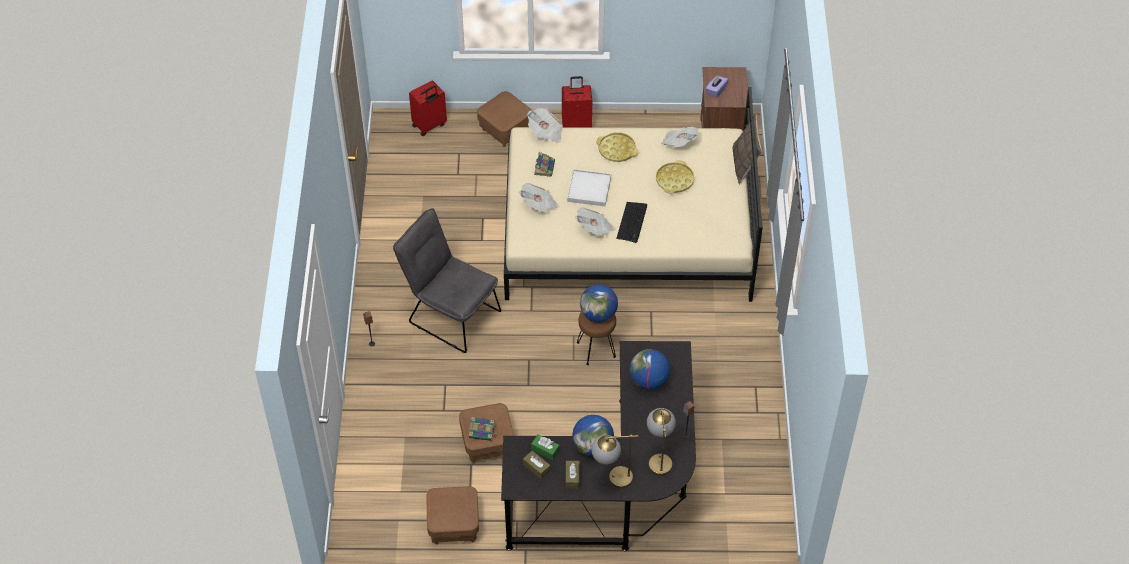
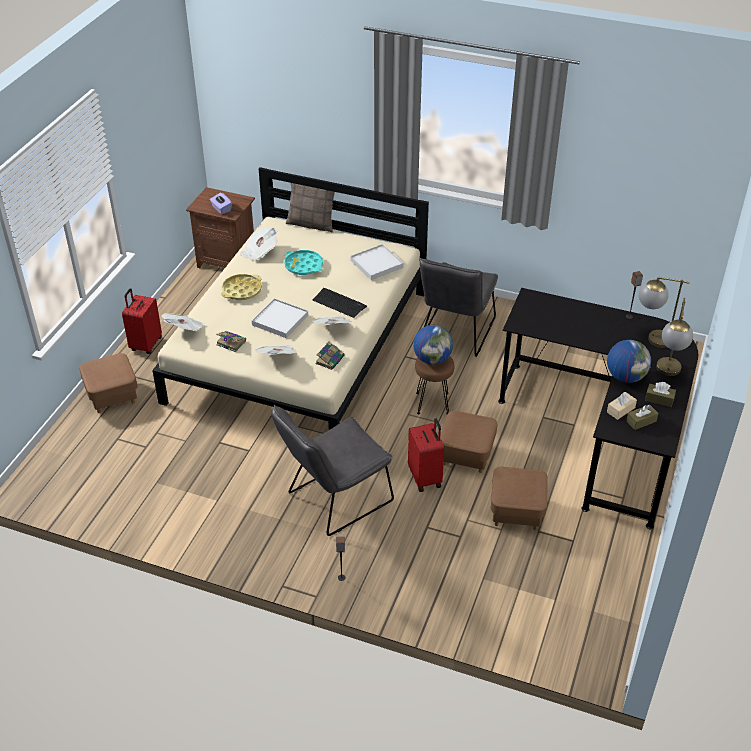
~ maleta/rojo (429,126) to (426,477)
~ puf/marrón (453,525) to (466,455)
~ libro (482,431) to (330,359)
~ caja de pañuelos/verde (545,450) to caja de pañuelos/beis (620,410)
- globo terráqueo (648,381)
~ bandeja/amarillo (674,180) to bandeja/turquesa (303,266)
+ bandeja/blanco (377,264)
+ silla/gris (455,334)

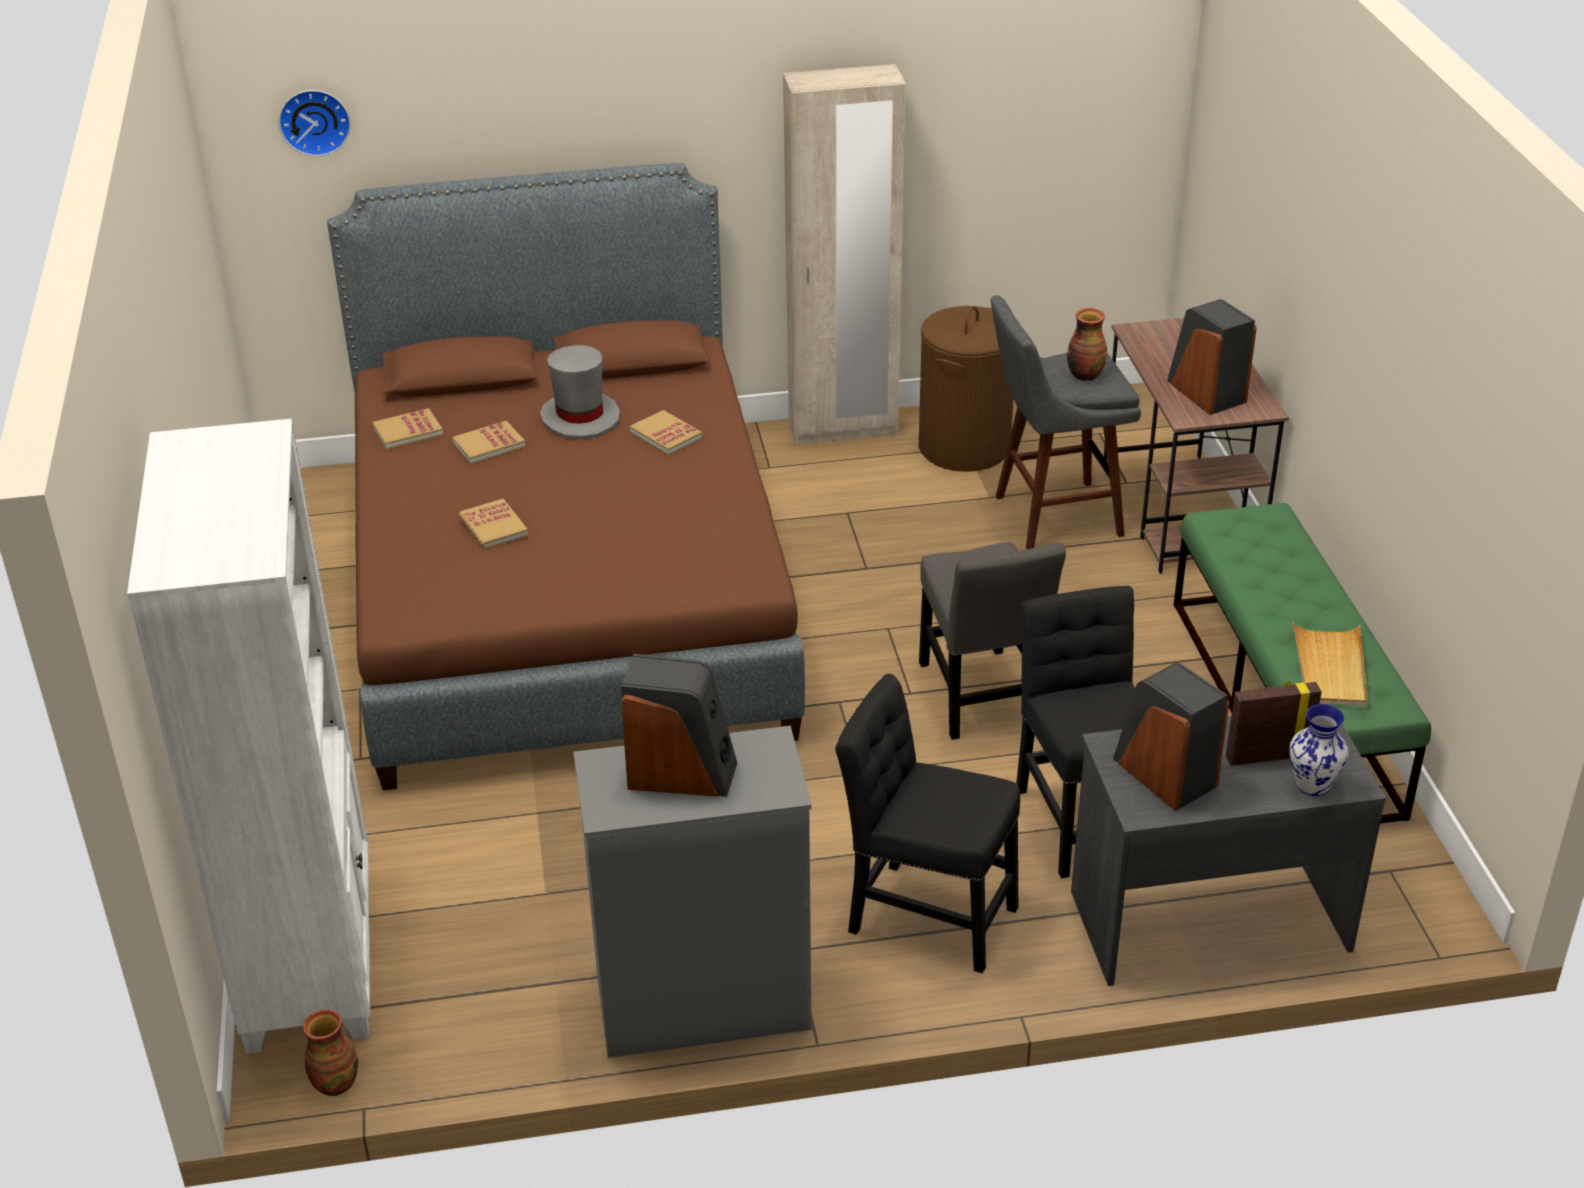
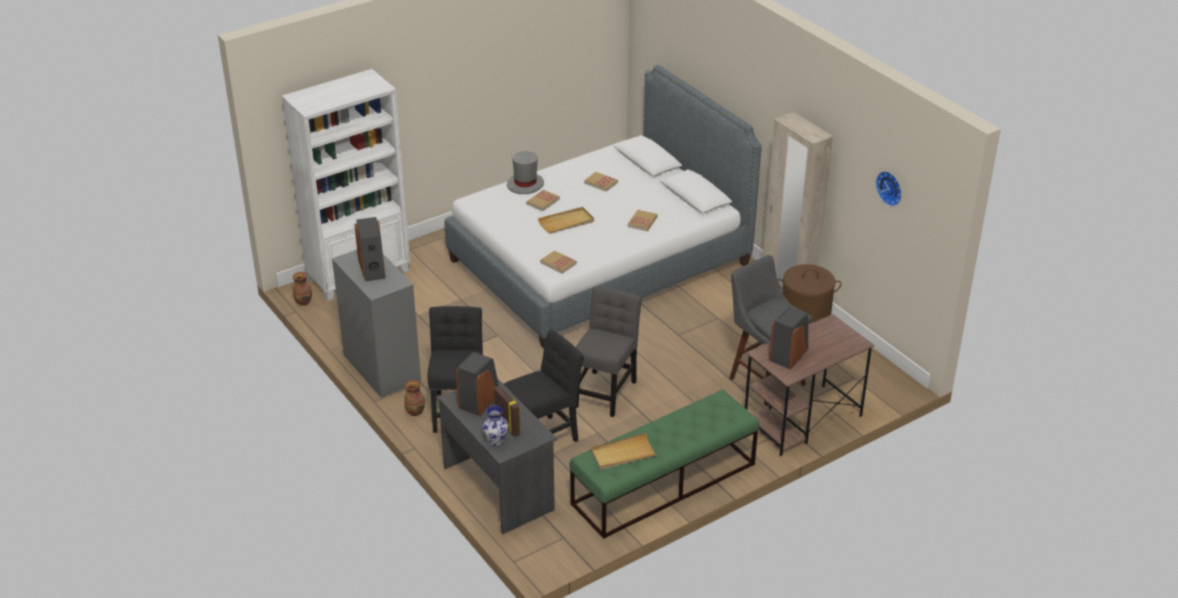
~ reloj de pared (314,120) to (891,187)
~ cama/marrón (567,593) to cama/blanco (600,261)
~ libro (408,431) to (558,263)
~ sombrero/gris (580,417) to (525,184)
~ silla/gris (981,698) = (606,391) 150 degrees clockwise
~ florero (1084,375) to (415,411)
+ bandeja/beis (566,222)

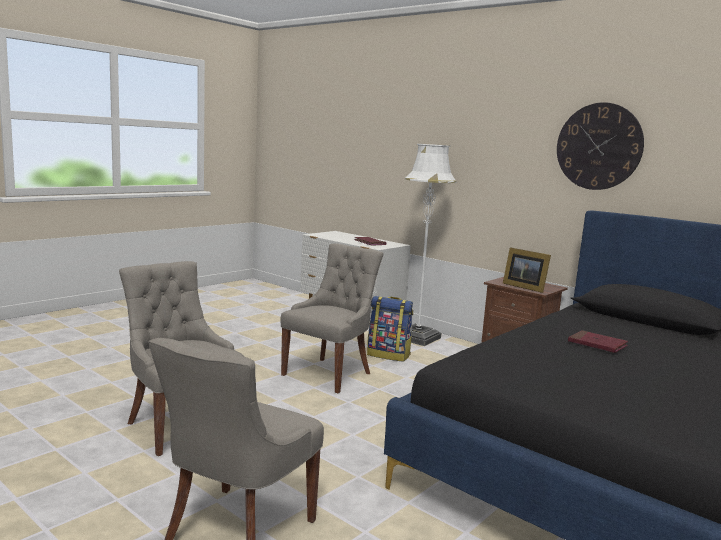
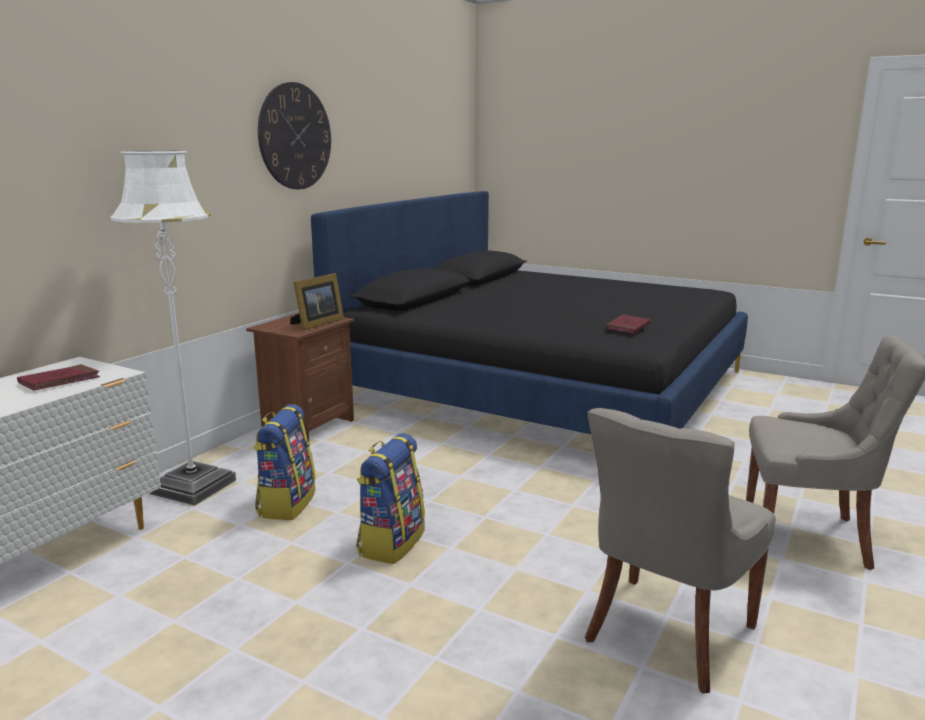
~ silla/gris (329,374) to mochila (391,542)
~ libro/rojo (597,344) to (628,327)

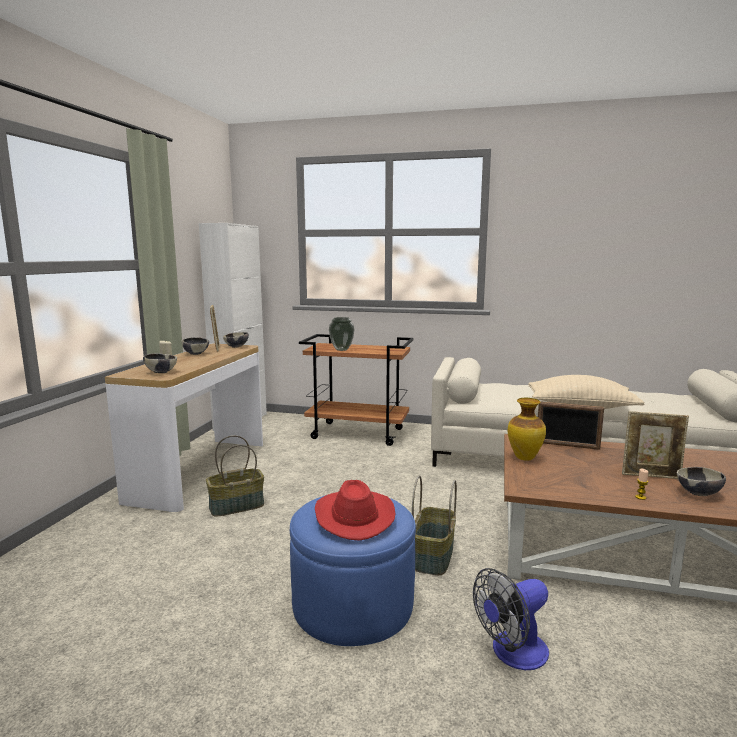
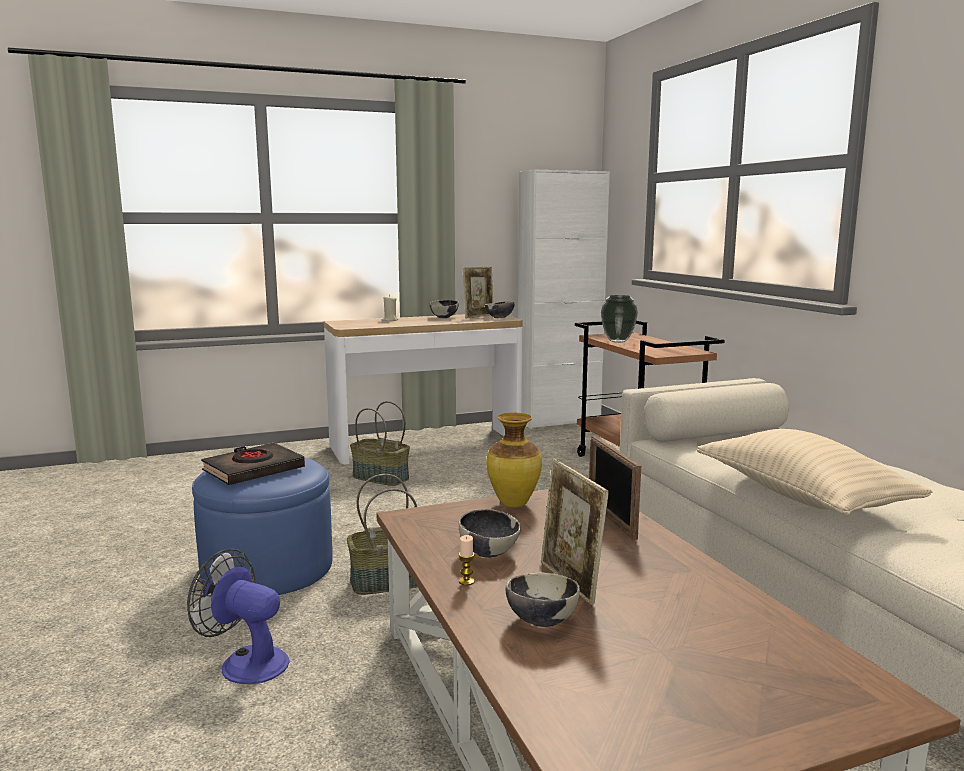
~ cuenco (161,372) to (489,552)
~ sombrero/rojo (353,516) to libro/negro (253,470)

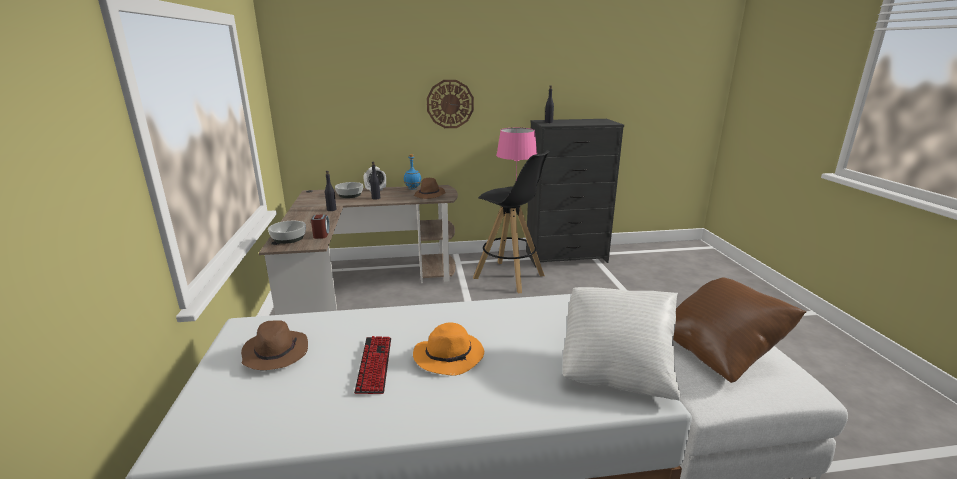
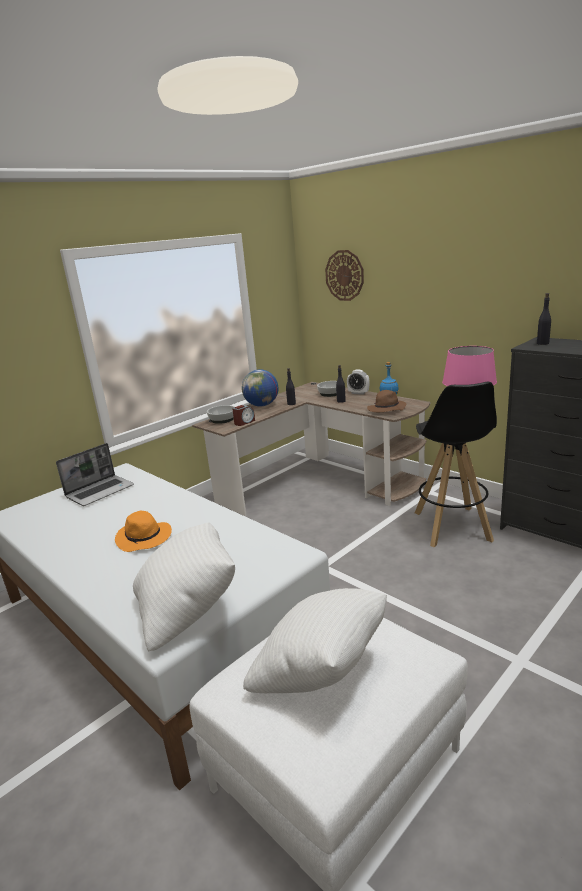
~ sombrero/marrón (275,353) to portátil (100,491)
- teclado (374,365)
~ reloj de pared (450,104) to (344,275)
~ cojín/marrón (720,353) to cojín/blanco (321,674)
+ globo terráqueo (262,405)

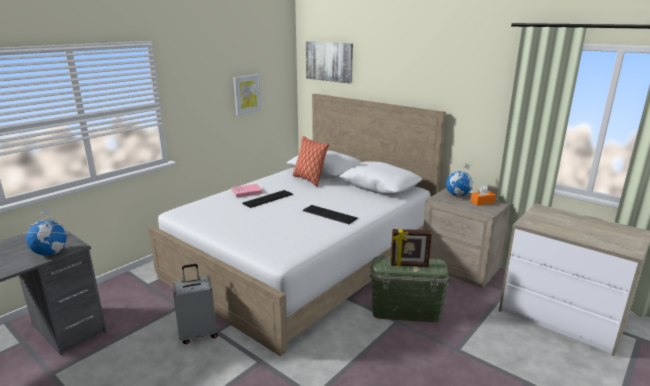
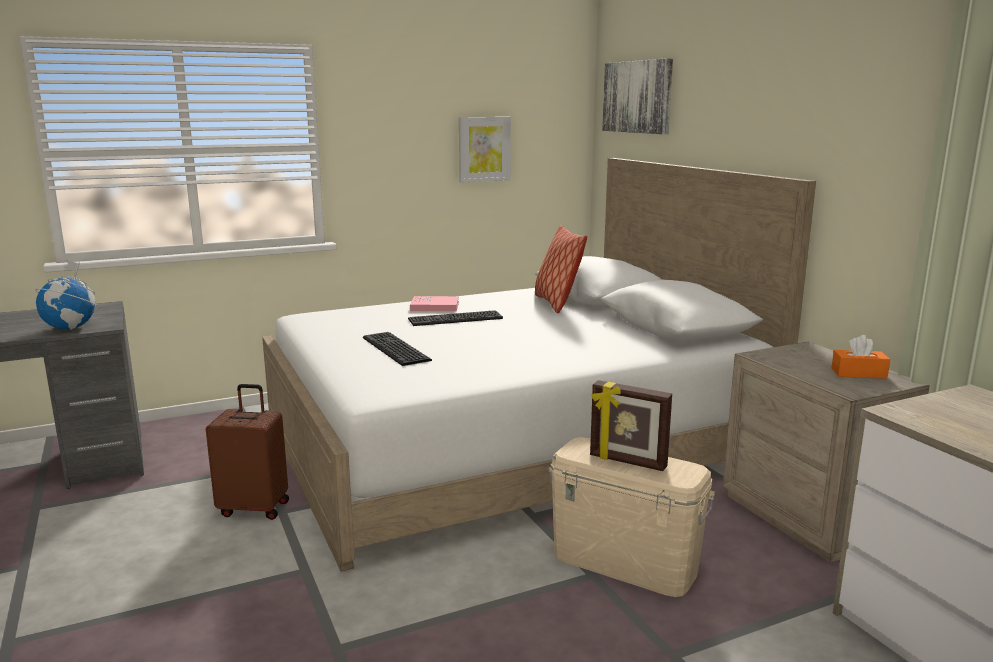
~ maleta/gris (198,334) to maleta/marrón (255,508)
~ teclado (329,215) to (394,349)
~ caja de almacenaje/verde (406,311) to caja de almacenaje/beis (625,562)
- globo terráqueo (458,195)

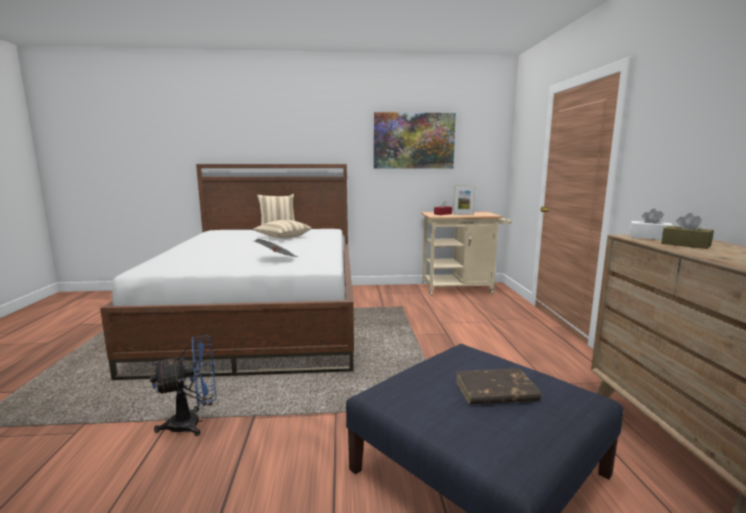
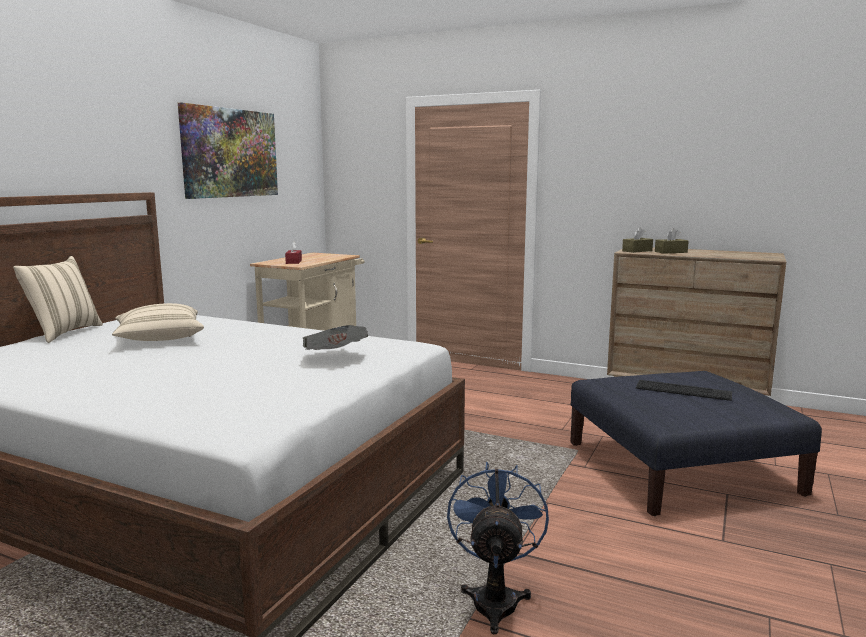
- portarretratos (463,214)
~ libro/marrón (495,391) to teclado (683,390)
~ caja de pañuelos/blanco (649,237) to caja de pañuelos/marrón (637,251)

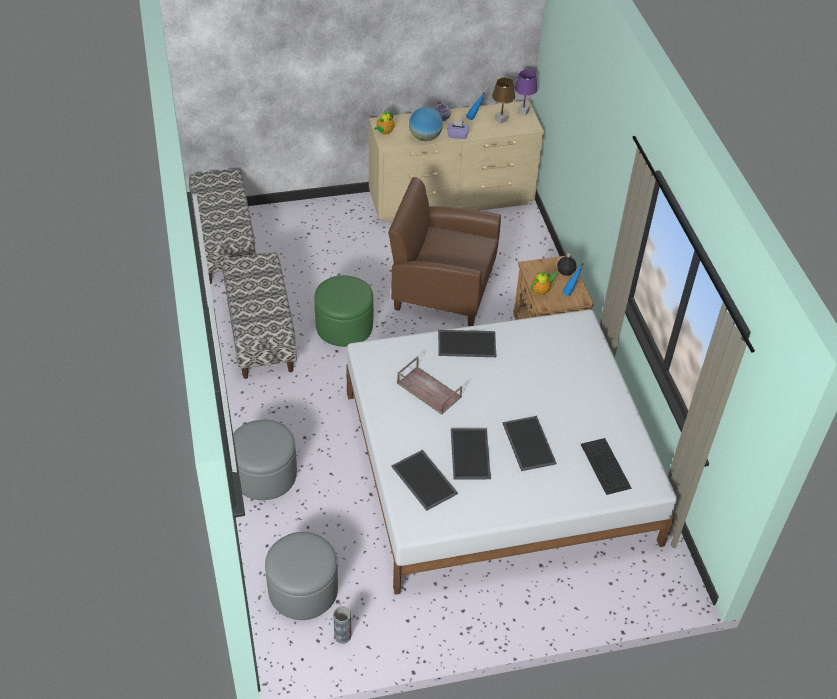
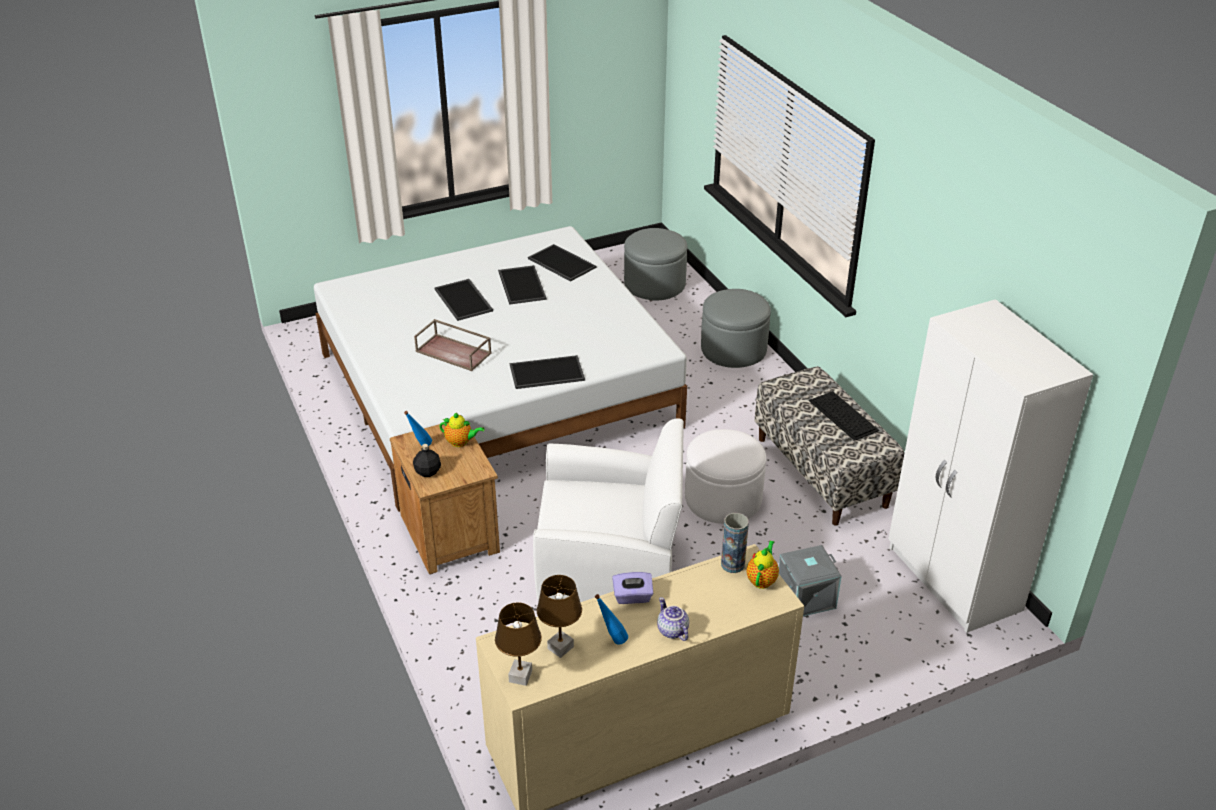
~ banco (224,245) to armario ropero/blanco (953,580)
~ puf/verde (344,326) to puf/blanco (723,498)
~ florero (342,635) to (732,564)
~ sillón/marrón (442,288) to sillón/blanco (609,571)
~ bandeja/marrón (428,390) to (454,352)
- globo terráqueo (425,137)
~ lámpara de mesa/morado (523,112) to lámpara de mesa/marrón (520,676)
~ tetera (541,290) = (460,442) 120 degrees counterclockwise
~ teclado (606,466) to (842,415)
+ caja de almacenaje/gris (806,598)

